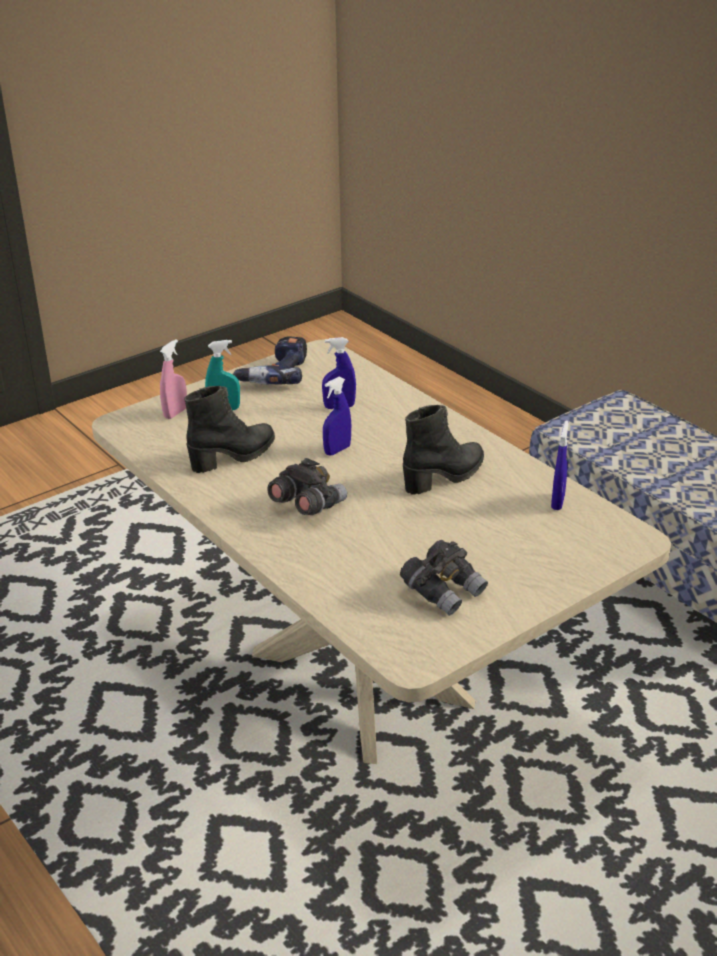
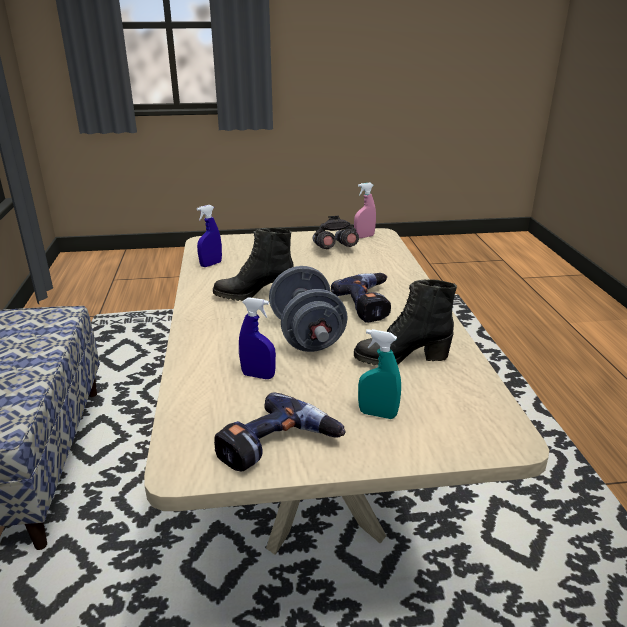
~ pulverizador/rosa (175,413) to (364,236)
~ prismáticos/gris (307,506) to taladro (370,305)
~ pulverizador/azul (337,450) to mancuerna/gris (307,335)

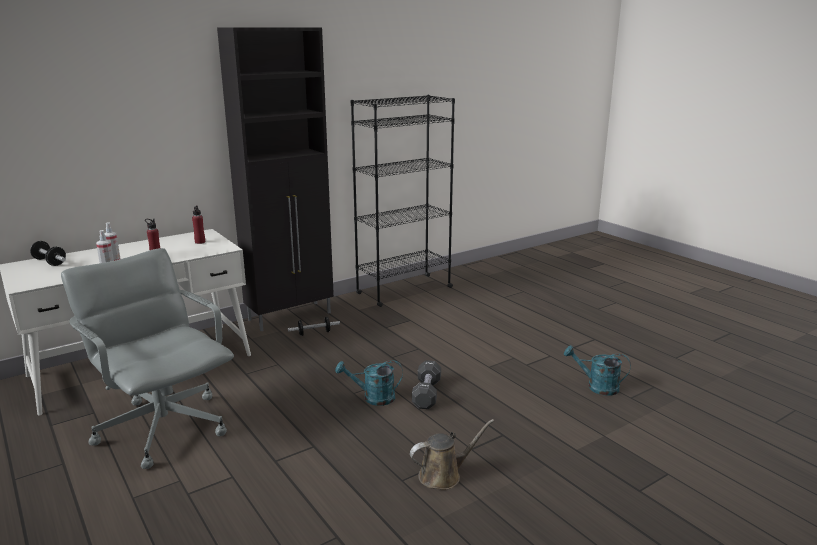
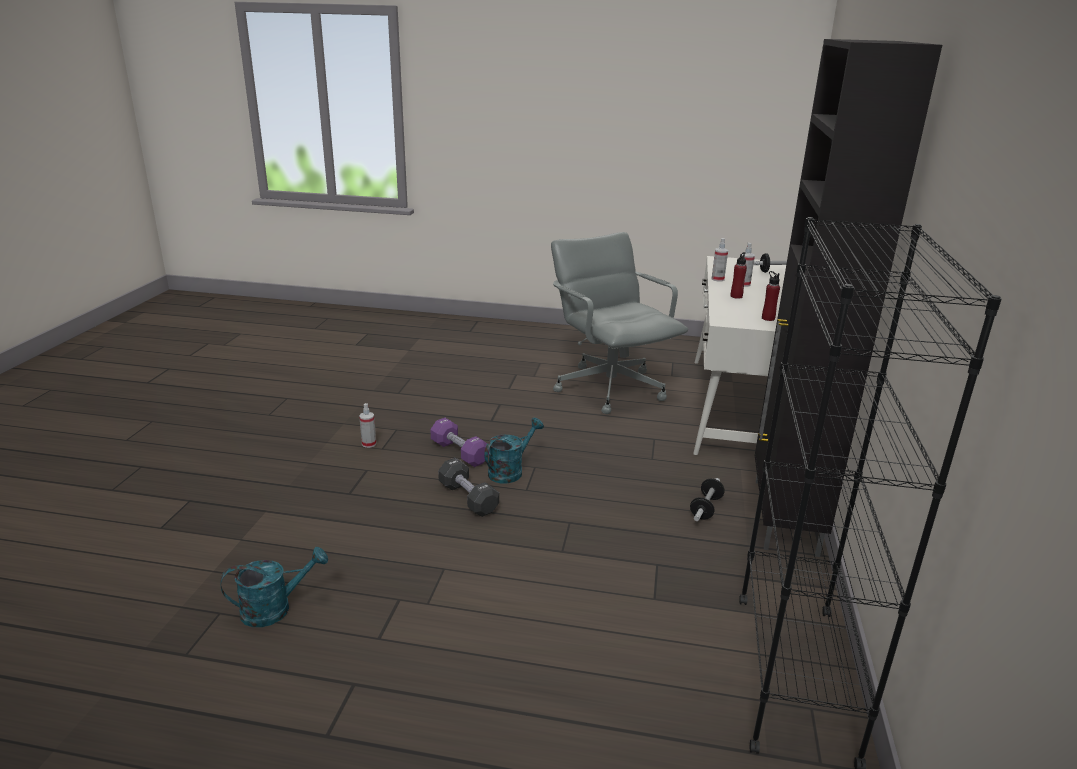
~ silla de oficina/gris (163,427) = (610,388) 120 degrees counterclockwise
~ regadera/marrón (443,475) to pulverizador (369,444)
+ mancuerna/morado (459,453)

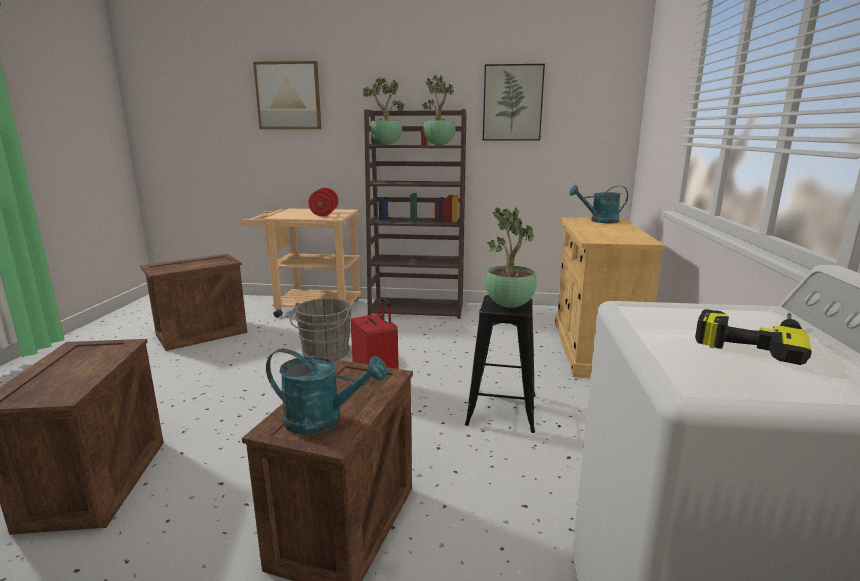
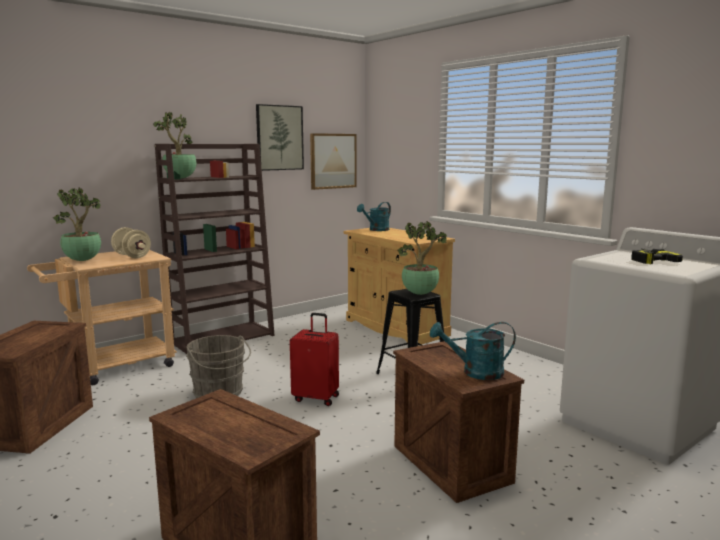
~ cuadro (288,96) to (333,161)
~ regadera/turquesa (323,421) = (475,372) 150 degrees counterclockwise
~ mancuerna/rojo (324,214) to mancuerna/beis (132,256)
~ planta en maceta (439,145) to (84,260)

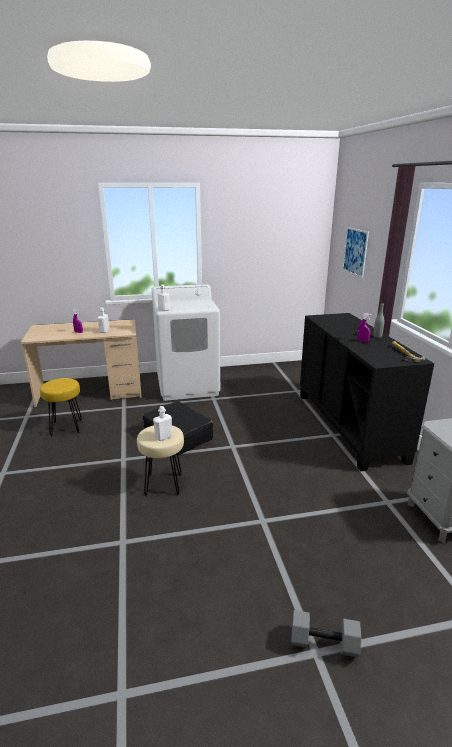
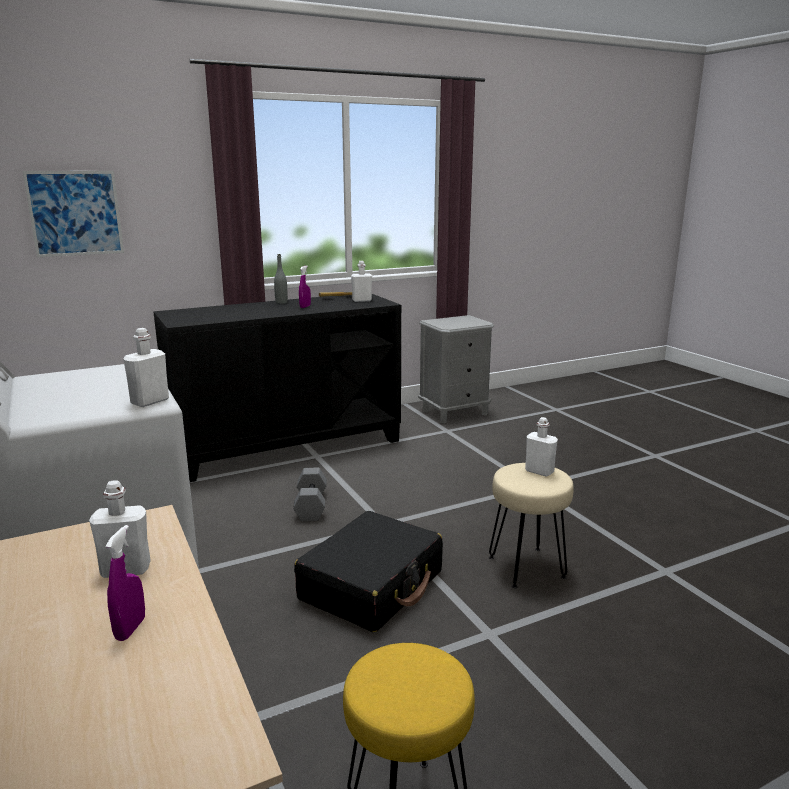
~ mancuerna/gris (324,642) to (310,505)
+ botella/blanco (362,300)

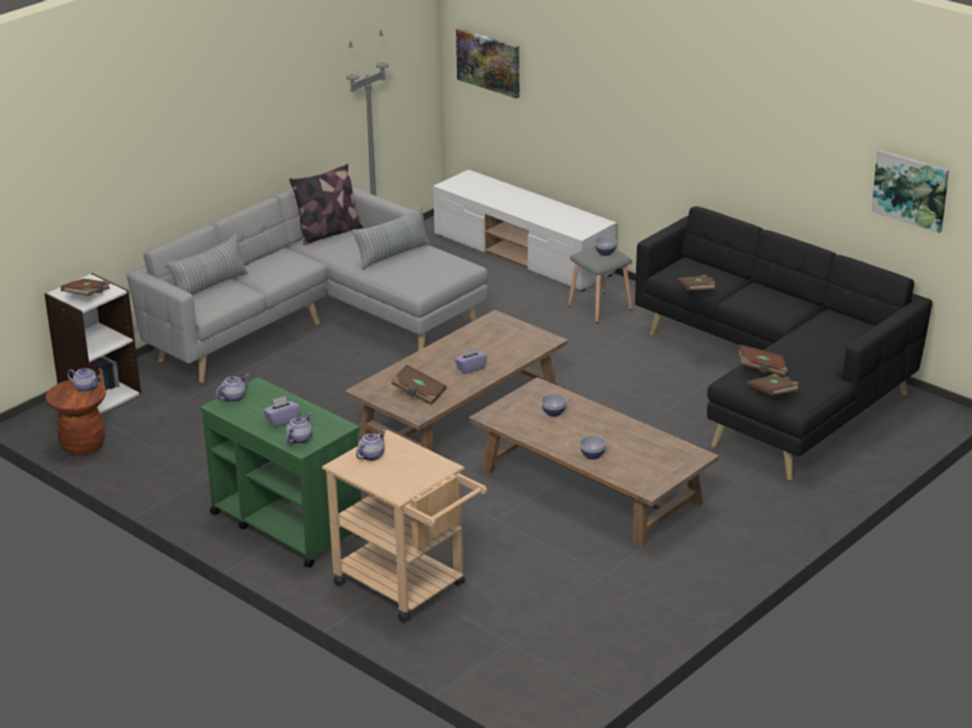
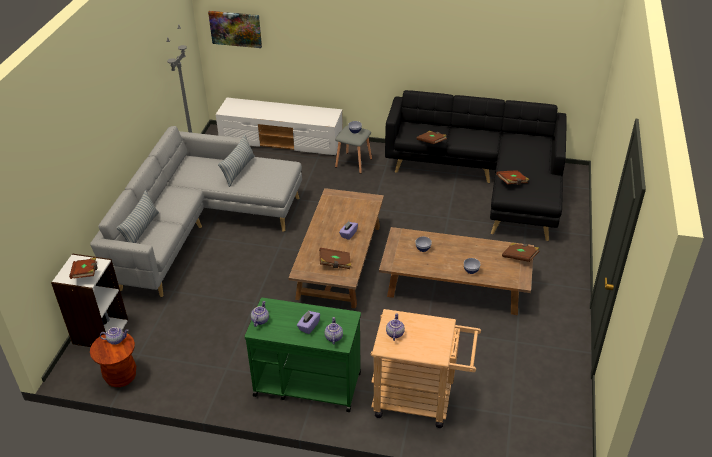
- cojín (328,233)
~ libro/marrón (773,394) to (520,257)
- cuadro (911,189)

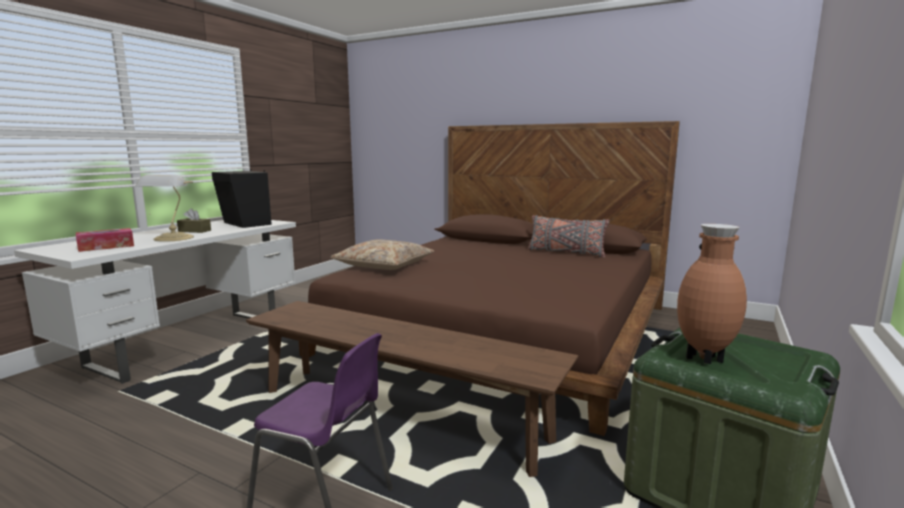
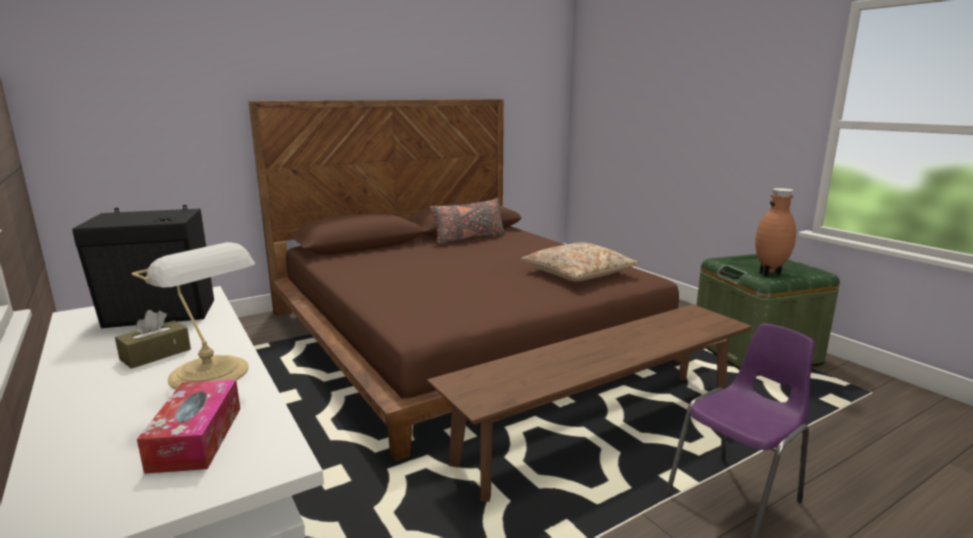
~ cojín/beis (384,265) to (578,273)

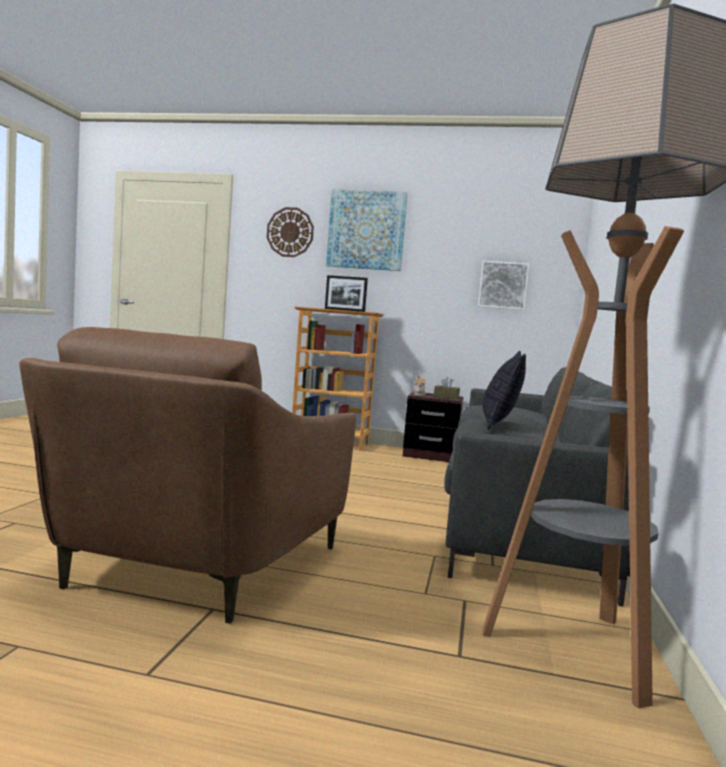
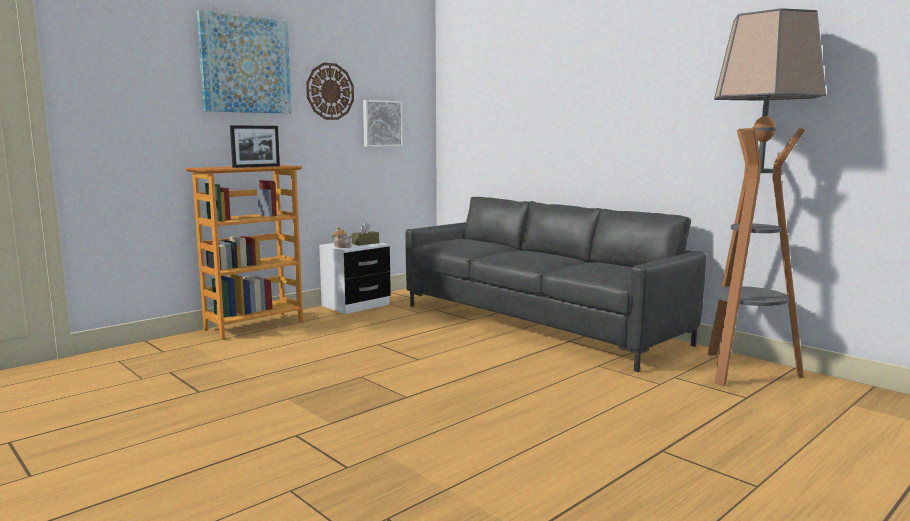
- sillón/marrón (192,567)
~ reloj de pared (290,232) to (330,91)
~ mesita de noche/marrón (430,455) to mesita de noche/blanco (356,305)
- cojín (499,425)

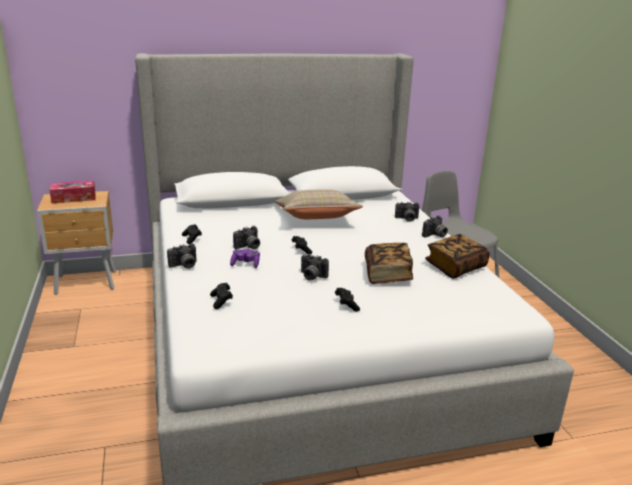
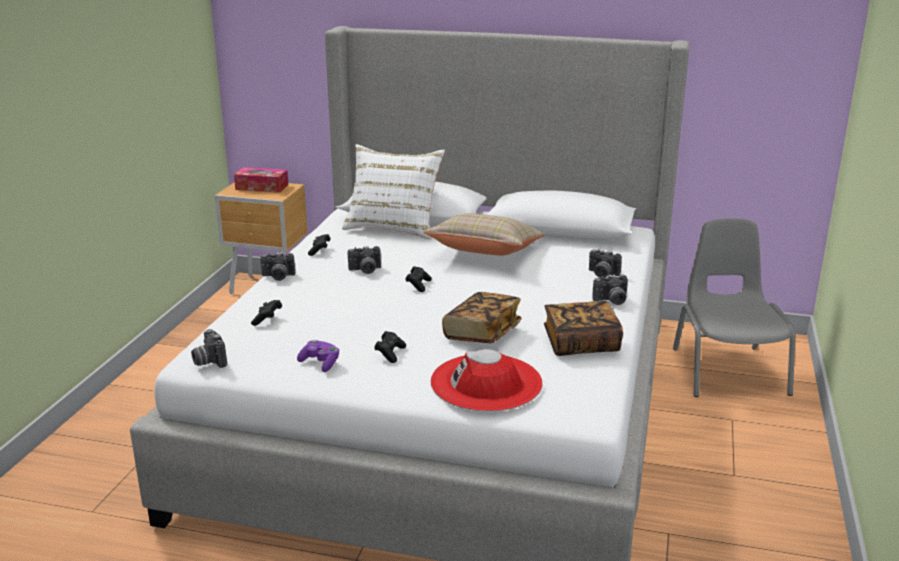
~ mando de consola/morado (245,264) to (320,363)
~ cámara (311,276) to (208,361)
+ cojín/blanco (393,226)
+ sombrero/rojo (486,383)

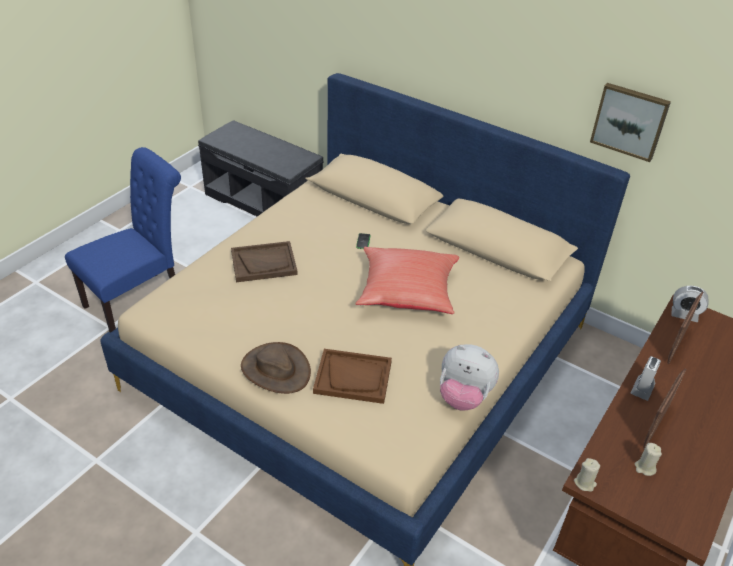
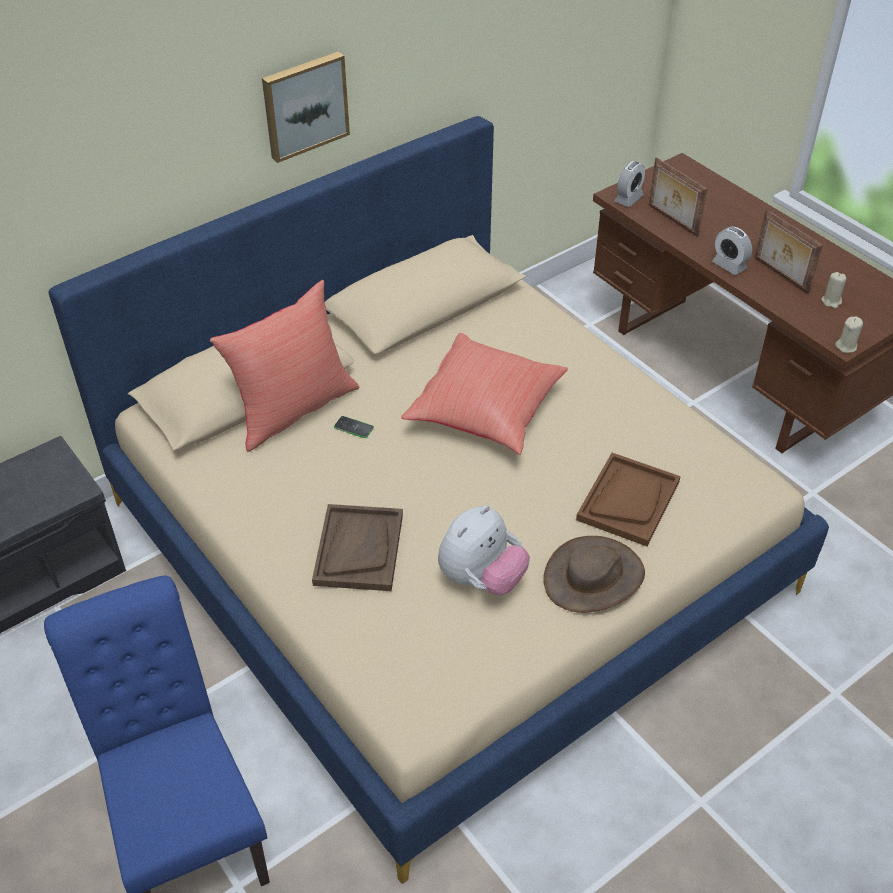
~ peluche (463,397) to (481,578)
~ cuadro (630,121) to (304,105)
+ cojín/rojo (293,409)

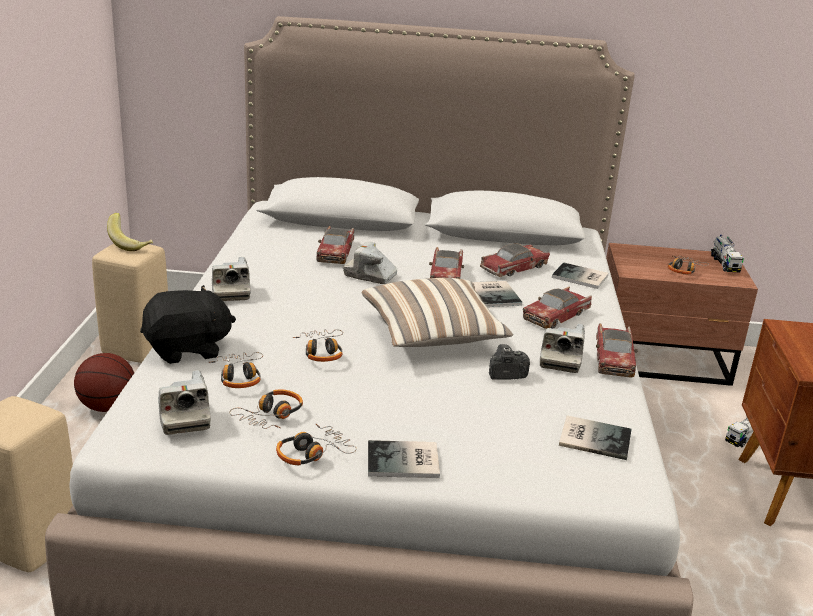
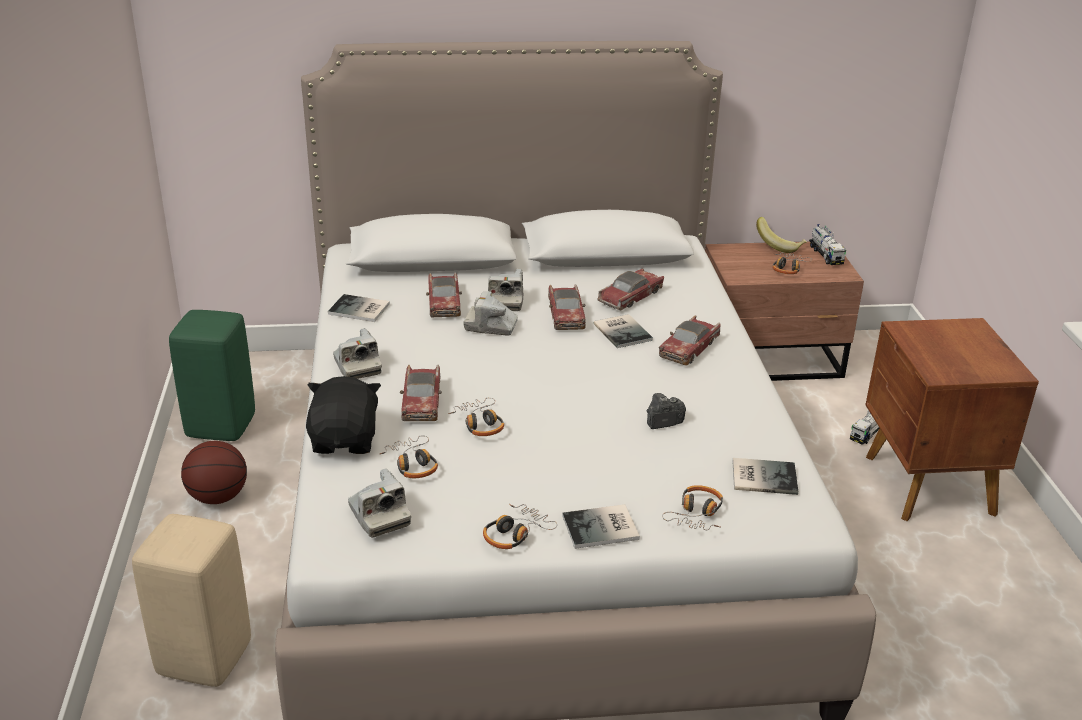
~ taburete/beis (138,350) to taburete/verde (222,426)
~ plátano (131,244) to (779,246)
~ peluche/negro (187,349) = (345,441) 60 degrees counterclockwise
~ auriculares (271,416) to (696,514)
- cojín (433,335)
~ cámara (560,359) to (505,301)
~ libro (581,277) to (360,310)
~ coche de juguete (613,359) to (421,401)

